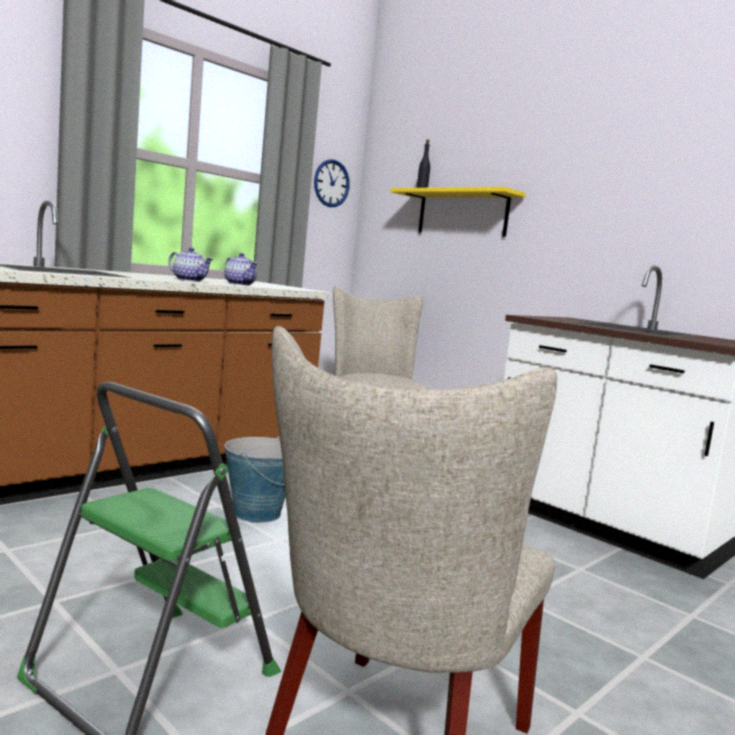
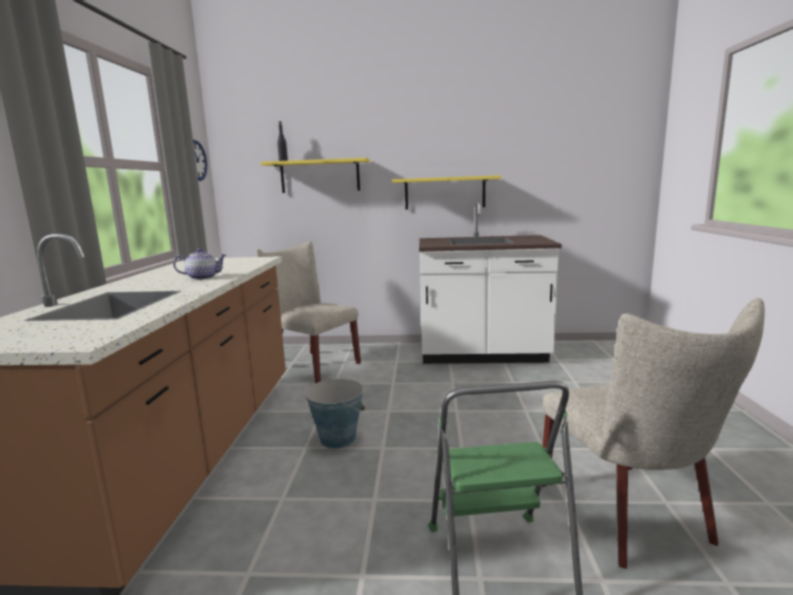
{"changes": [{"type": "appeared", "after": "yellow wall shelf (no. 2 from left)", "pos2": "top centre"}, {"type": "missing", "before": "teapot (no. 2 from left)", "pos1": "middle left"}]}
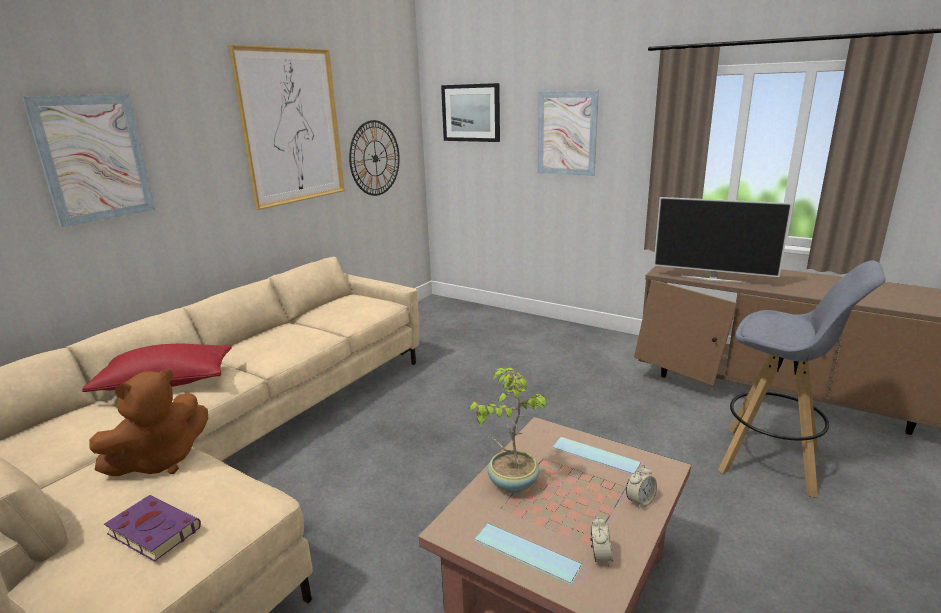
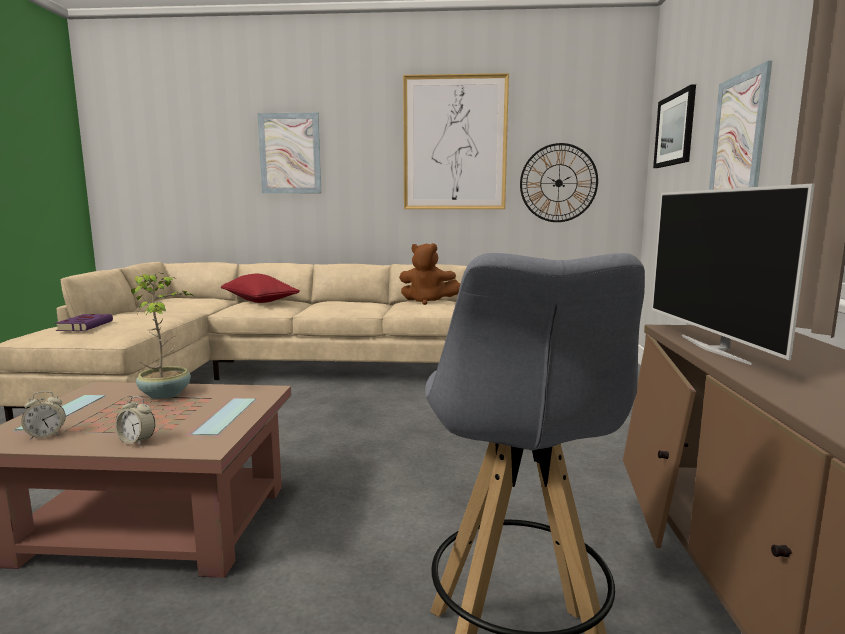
{"changes": [{"type": "relocated", "before": "brownish soft toy", "pos1": "bottom left", "pos2": "centre"}]}
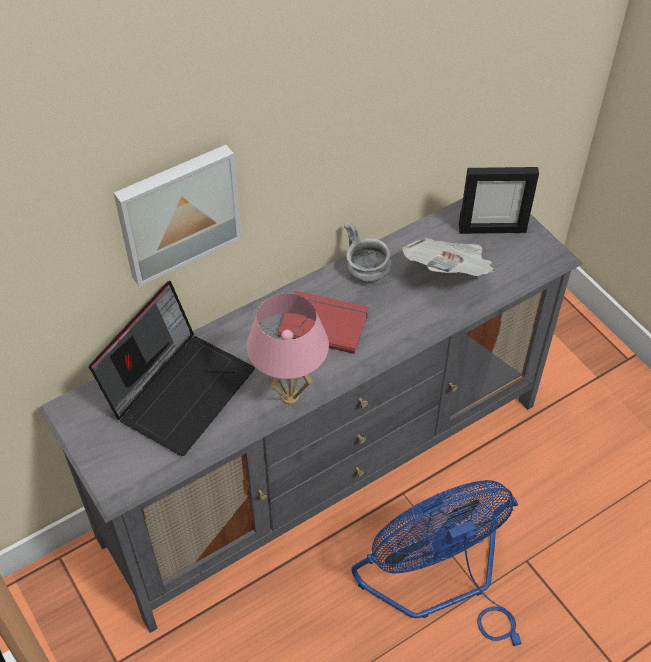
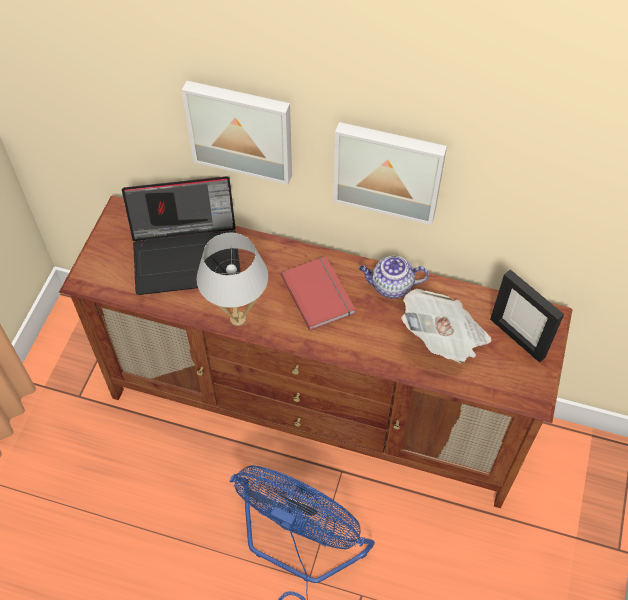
{"changes": [{"type": "colour", "before": "gray chest of drawers", "after": "brownish chest of drawers", "pos1": "centre", "pos2": "centre"}, {"type": "colour", "before": "pink table lamp", "after": "white table lamp", "pos1": "centre", "pos2": "centre"}, {"type": "appeared", "after": "wall picture (no. 2 from left)", "pos2": "top centre"}, {"type": "exchanged", "before": "gray bowl", "after": "teapot", "pos1": "centre", "pos2": "centre"}]}
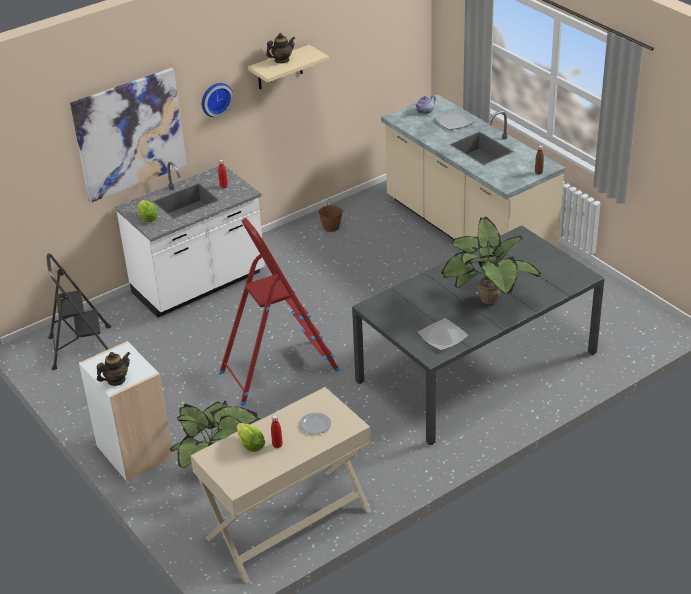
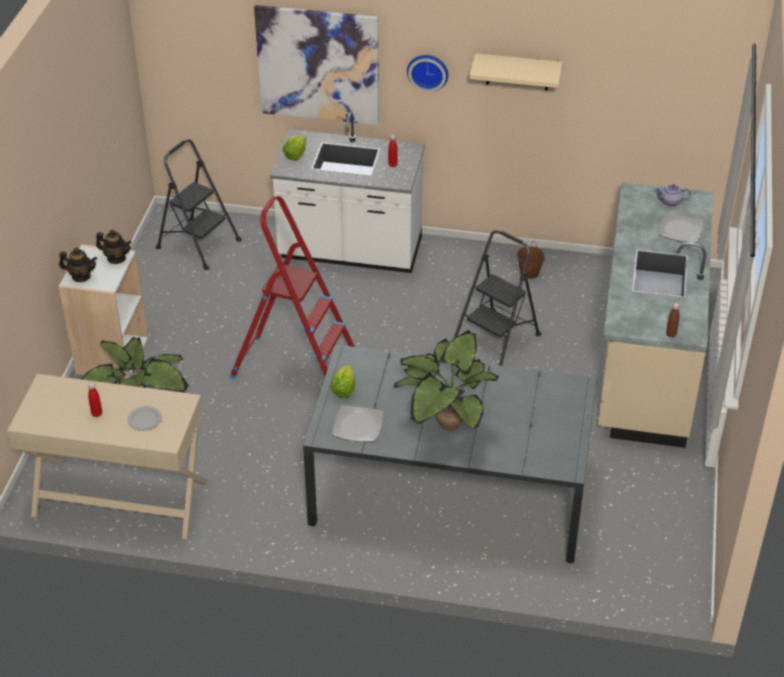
{"changes": [{"type": "relocated", "before": "teapot (no. 2 from left)", "pos1": "top centre", "pos2": "middle left"}, {"type": "relocated", "before": "lettuce (no. 2 from left)", "pos1": "bottom centre", "pos2": "centre"}, {"type": "appeared", "after": "blackish step ladder (no. 2 from left)", "pos2": "centre"}]}
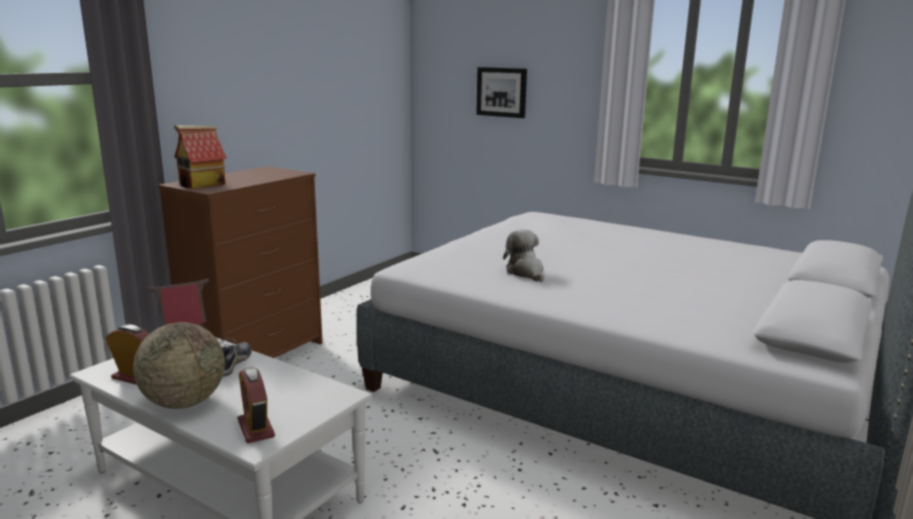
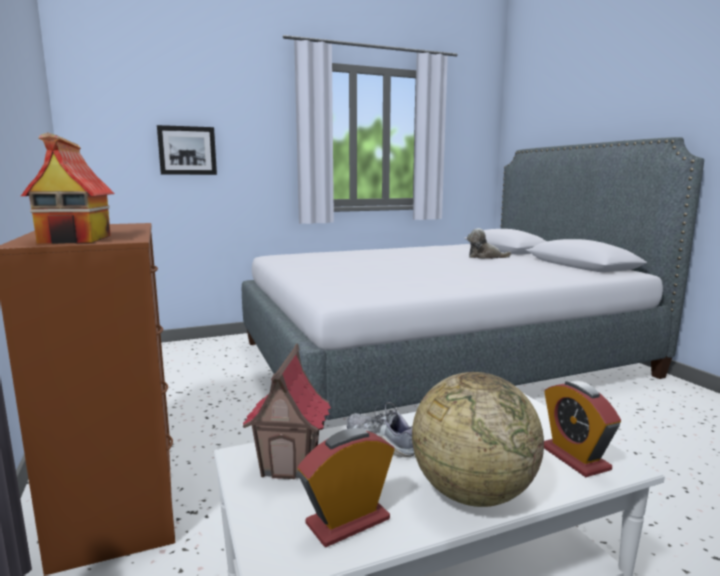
{"changes": [{"type": "relocated", "before": "soft toy", "pos1": "centre", "pos2": "middle right"}, {"type": "spun", "before": "alarm clock (no. 2 from left)", "pos1": "bottom left", "pos2": "bottom right", "turn": 60}]}
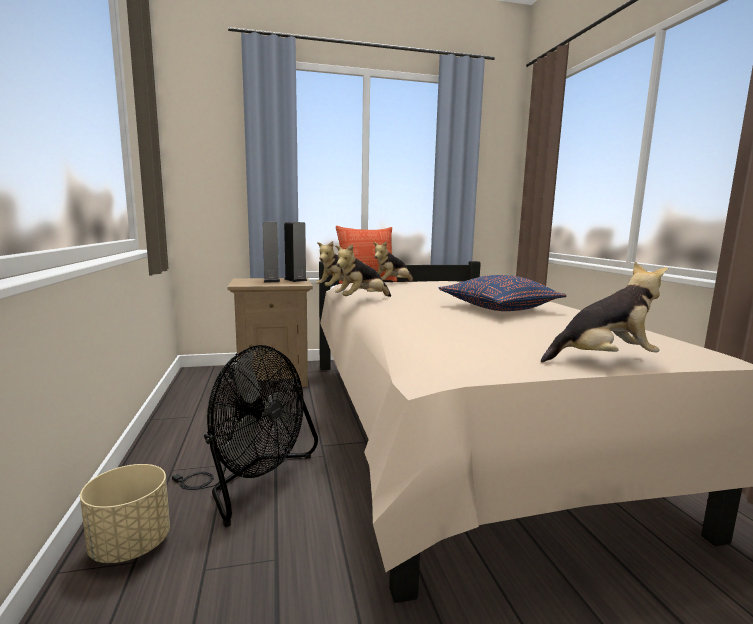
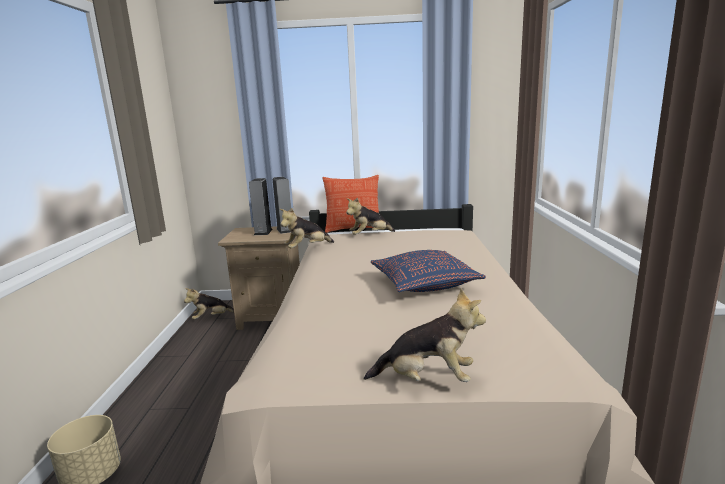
{"changes": [{"type": "relocated", "before": "soft toy (no. 2 from left in the first image)", "after": "soft toy (no. 1 from left)", "pos1": "centre", "pos2": "middle left"}, {"type": "missing", "before": "blackish cooling fan", "pos1": "bottom left"}]}
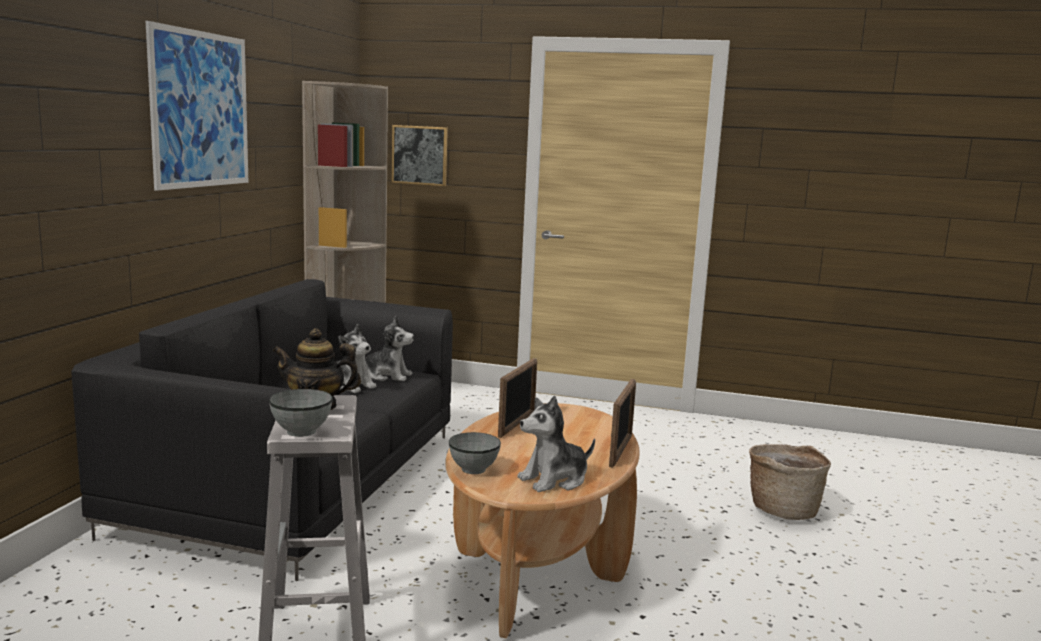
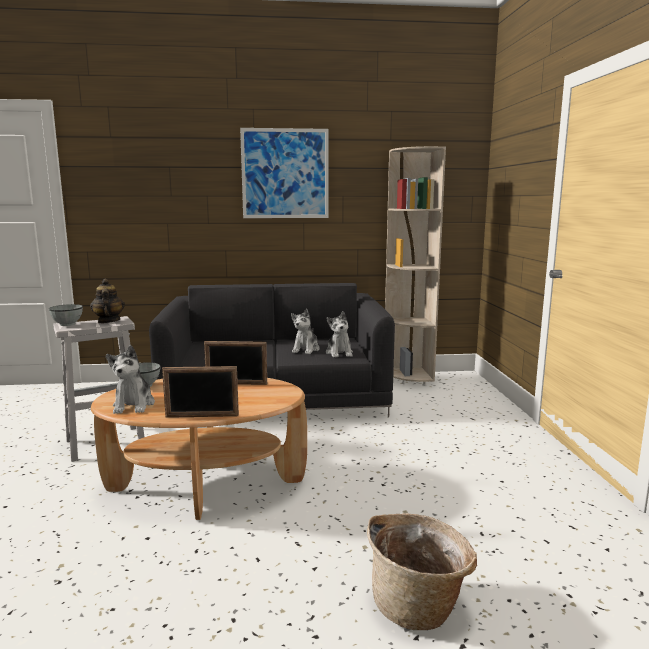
{"changes": [{"type": "spun", "before": "soft toy (no. 3 from left in the first image)", "pos1": "bottom centre", "pos2": "middle left", "turn": -135}, {"type": "missing", "before": "wall picture (no. 2 from left)", "pos1": "top centre"}]}
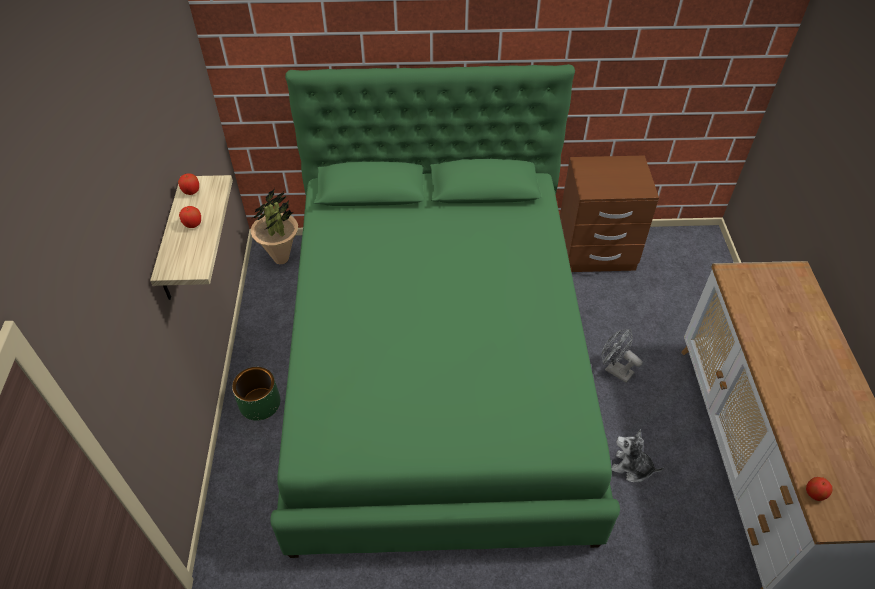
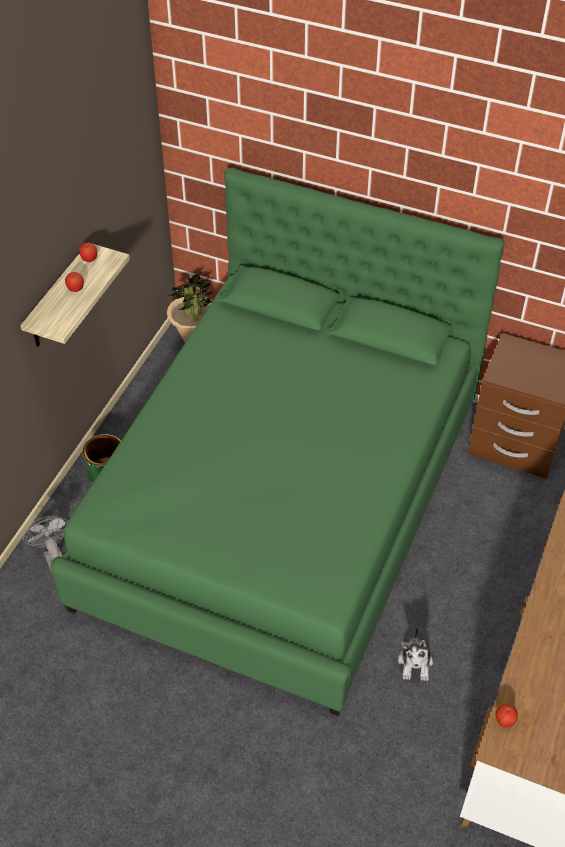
{"changes": [{"type": "relocated", "before": "gray cooling fan", "pos1": "middle right", "pos2": "middle left"}, {"type": "spun", "before": "soft toy", "pos1": "bottom right", "pos2": "bottom right", "turn": -135}]}
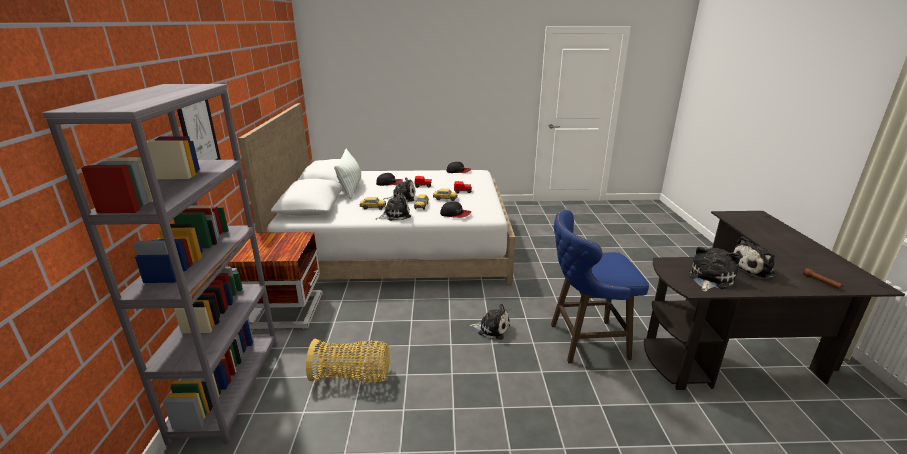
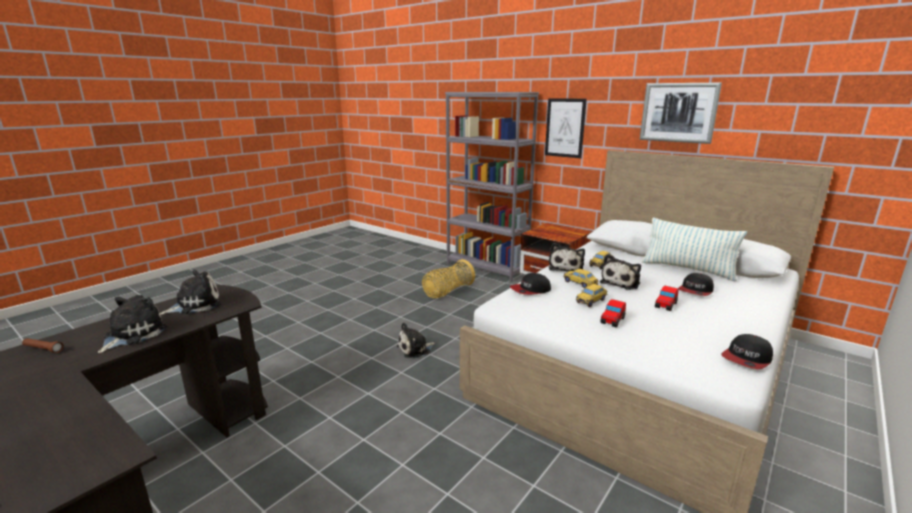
{"changes": [{"type": "spun", "before": "soft toy (no. 4 from left in the first image)", "pos1": "middle right", "pos2": "middle left", "turn": -120}, {"type": "appeared", "after": "wall picture (no. 2 from left)", "pos2": "top right"}, {"type": "missing", "before": "bluish sitting stool", "pos1": "centre"}]}
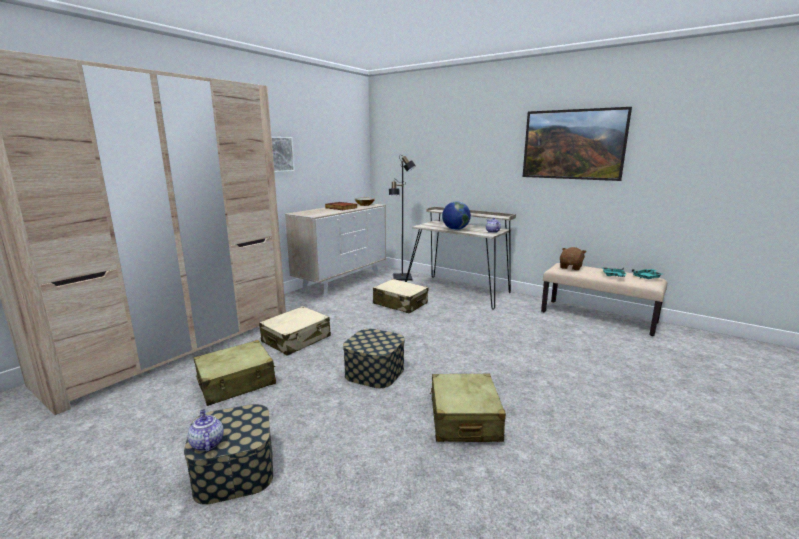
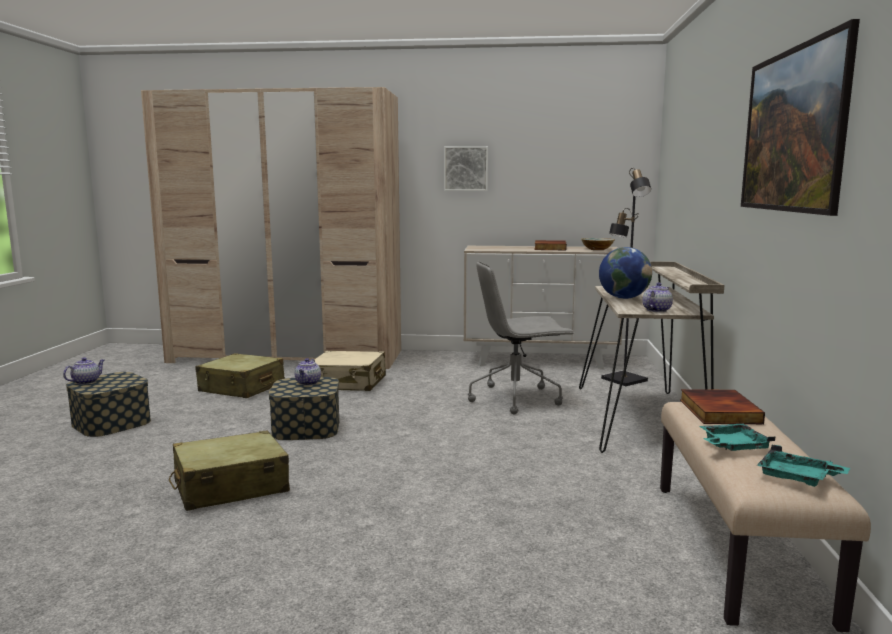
{"changes": [{"type": "appeared", "after": "teapot (no. 2 from left)", "pos2": "centre"}, {"type": "exchanged", "before": "beige-coloured travel case (no. 3 from left)", "after": "gray computer chair", "pos1": "centre", "pos2": "centre"}, {"type": "exchanged", "before": "brownish soft toy", "after": "volume (no. 2 from left)", "pos1": "middle right", "pos2": "middle right"}]}
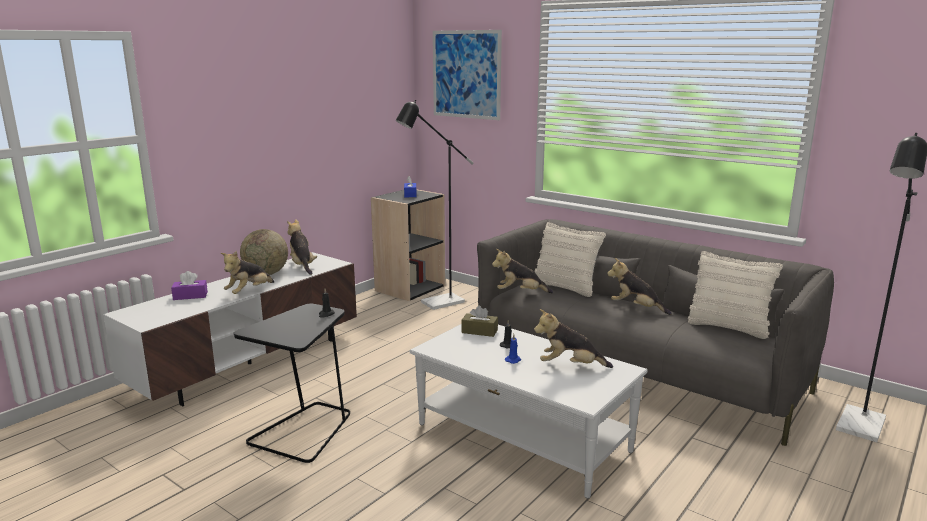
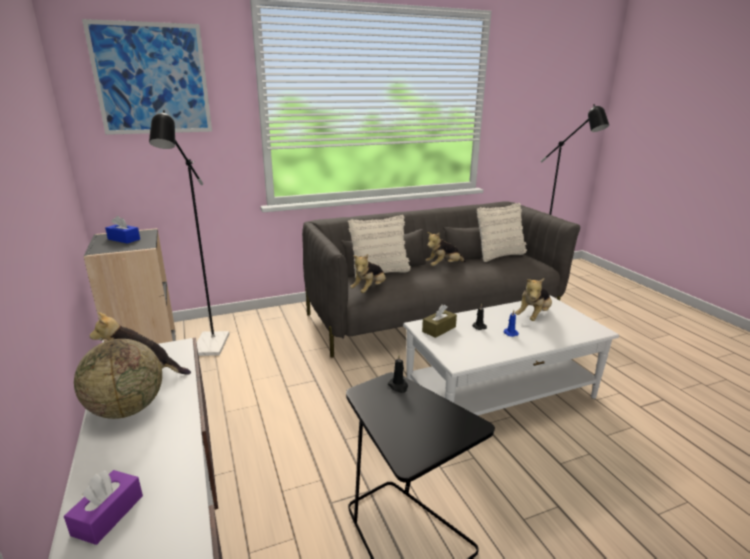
{"changes": [{"type": "missing", "before": "soft toy (no. 1 from left)", "pos1": "middle left"}]}
